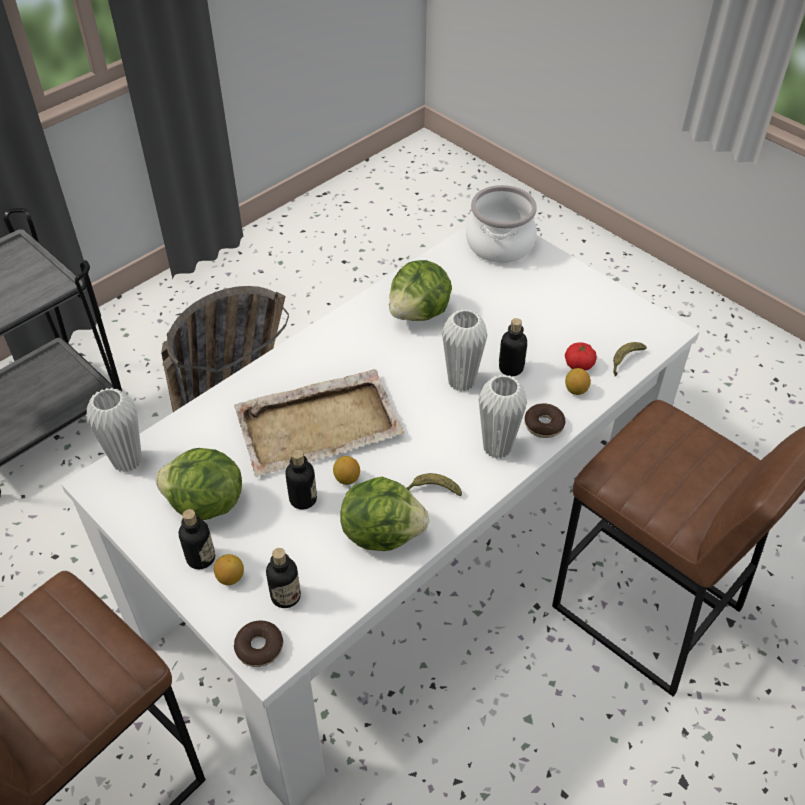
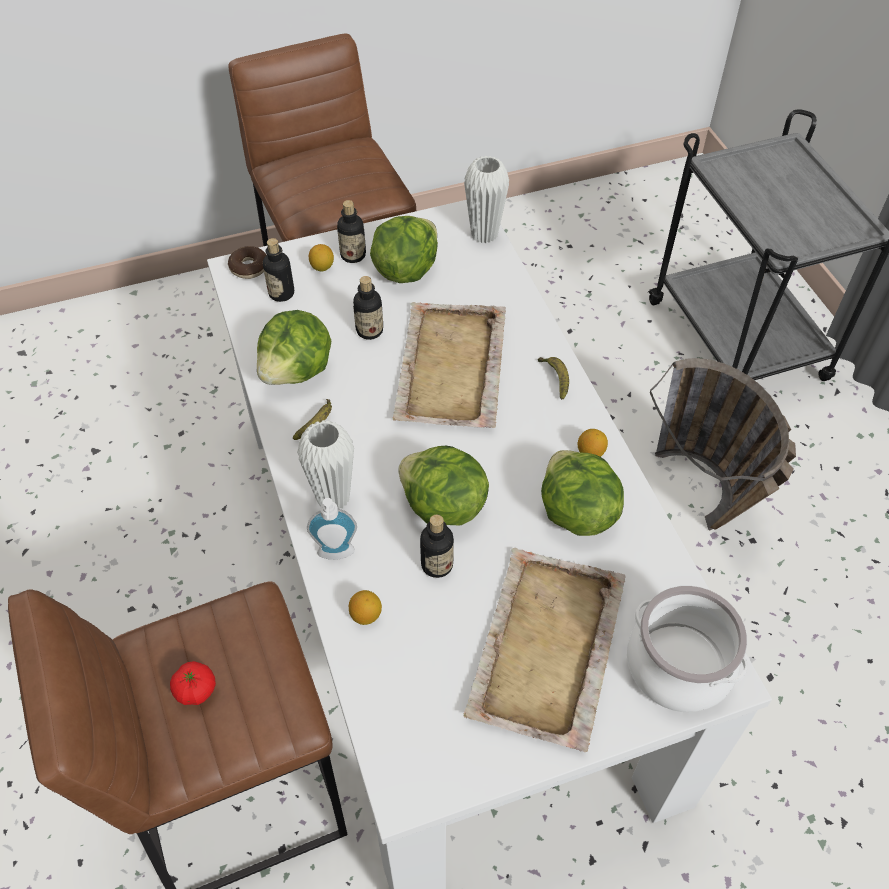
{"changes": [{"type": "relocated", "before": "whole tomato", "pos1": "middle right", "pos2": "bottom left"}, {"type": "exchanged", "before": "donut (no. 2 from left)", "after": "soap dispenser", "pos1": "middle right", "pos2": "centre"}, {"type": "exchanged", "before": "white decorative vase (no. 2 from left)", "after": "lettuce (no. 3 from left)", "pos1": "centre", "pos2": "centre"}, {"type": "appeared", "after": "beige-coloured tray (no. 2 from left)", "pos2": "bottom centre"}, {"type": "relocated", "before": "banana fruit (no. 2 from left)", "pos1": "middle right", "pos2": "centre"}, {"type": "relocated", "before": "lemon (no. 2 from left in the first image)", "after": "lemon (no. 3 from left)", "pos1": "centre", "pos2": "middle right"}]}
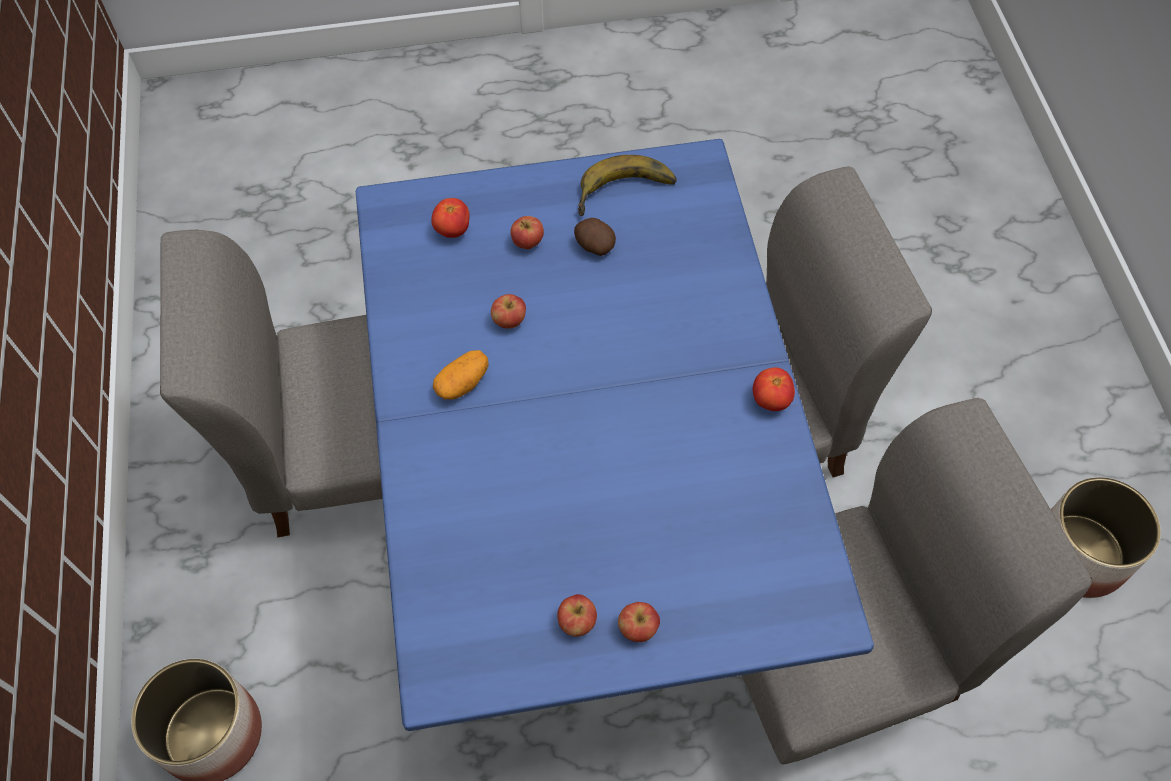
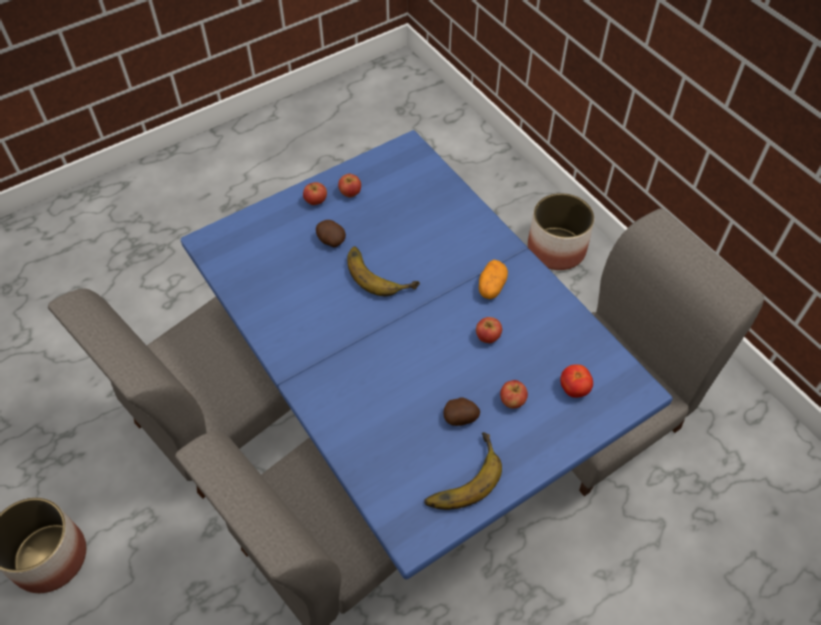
{"changes": [{"type": "appeared", "after": "spud (no. 1 from left)", "pos2": "centre"}, {"type": "appeared", "after": "banana fruit (no. 1 from left)", "pos2": "centre"}, {"type": "missing", "before": "whole tomato (no. 2 from left)", "pos1": "centre"}]}
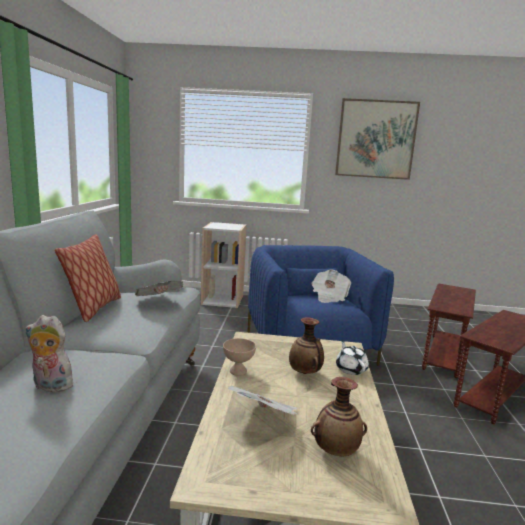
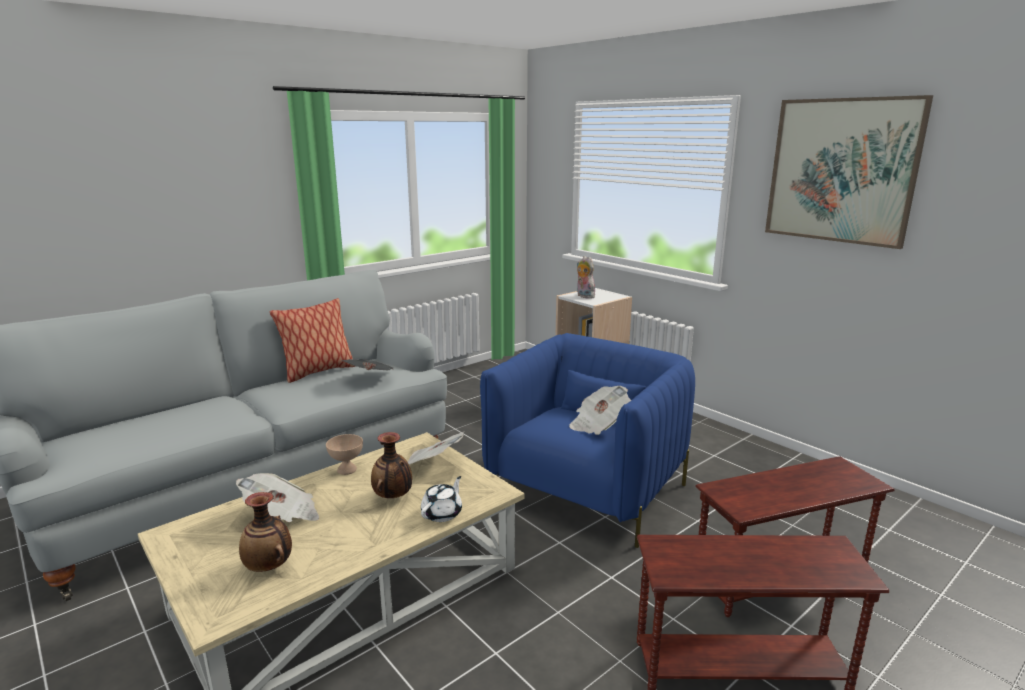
{"changes": [{"type": "appeared", "after": "printed paper (no. 3 from left)", "pos2": "centre"}, {"type": "relocated", "before": "soft toy", "pos1": "bottom left", "pos2": "centre"}]}
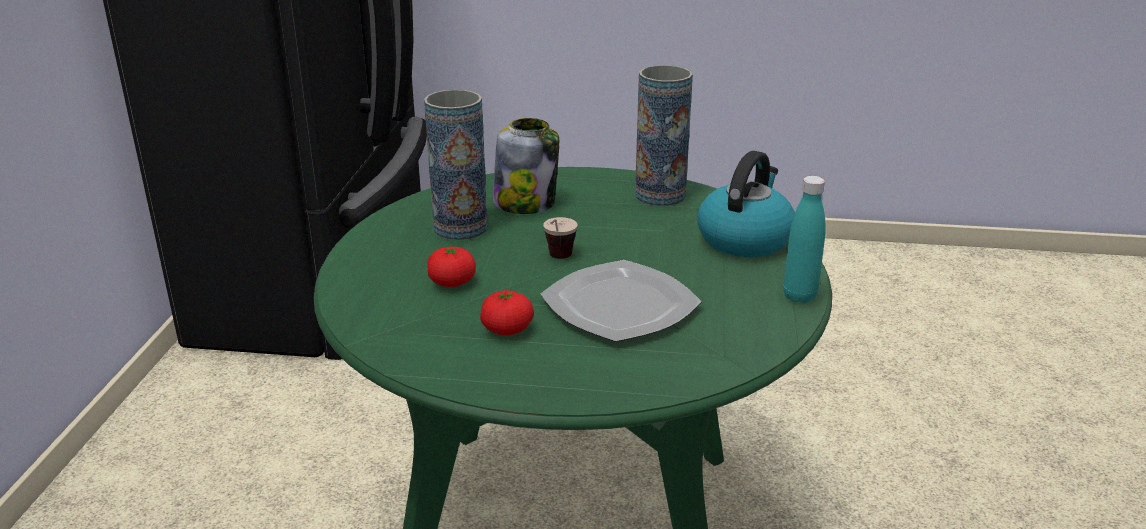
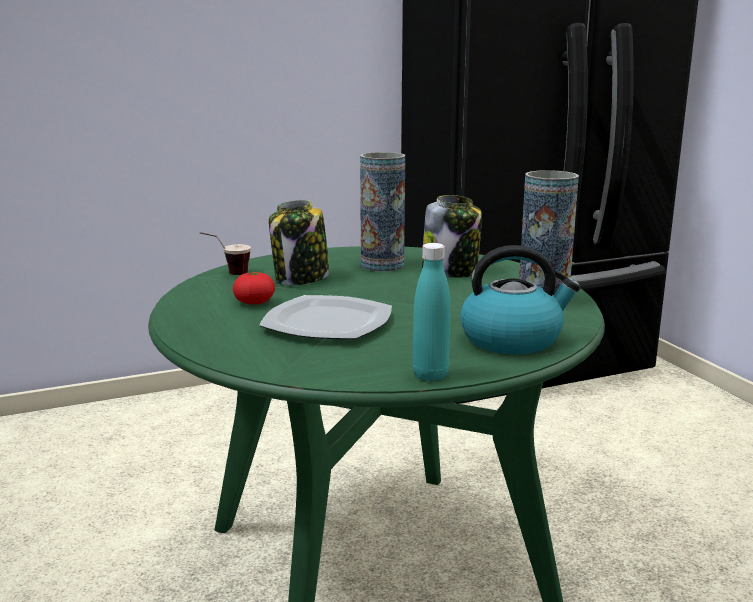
{"changes": [{"type": "relocated", "before": "drinking cup", "pos1": "centre", "pos2": "middle left"}, {"type": "exchanged", "before": "whole tomato (no. 1 from left)", "after": "preserve jar (no. 1 from left)", "pos1": "centre", "pos2": "centre"}]}
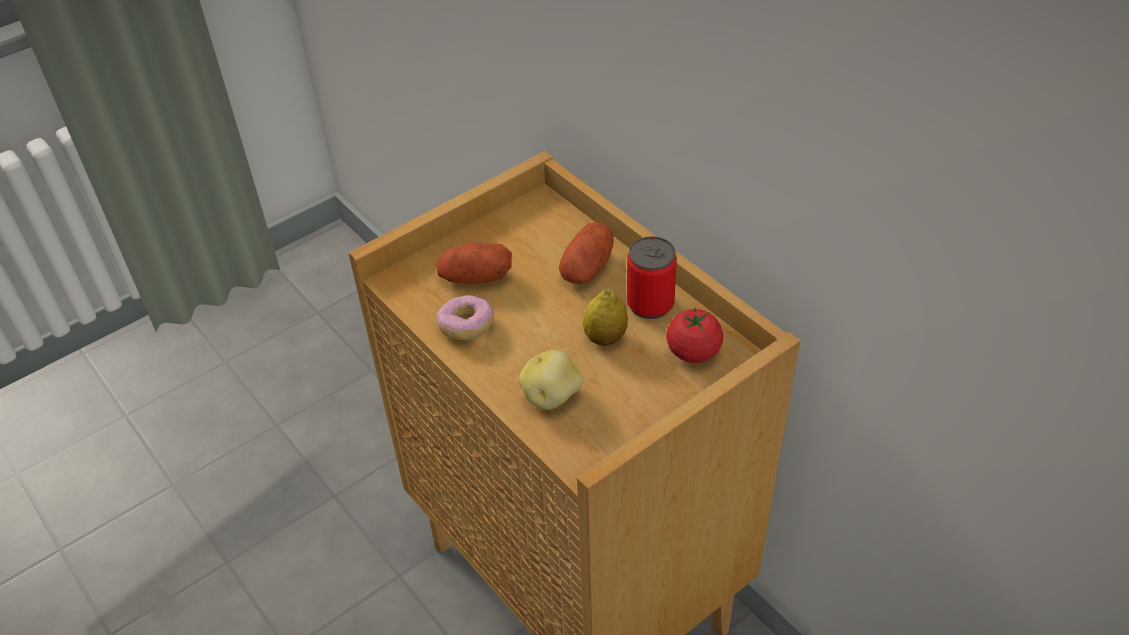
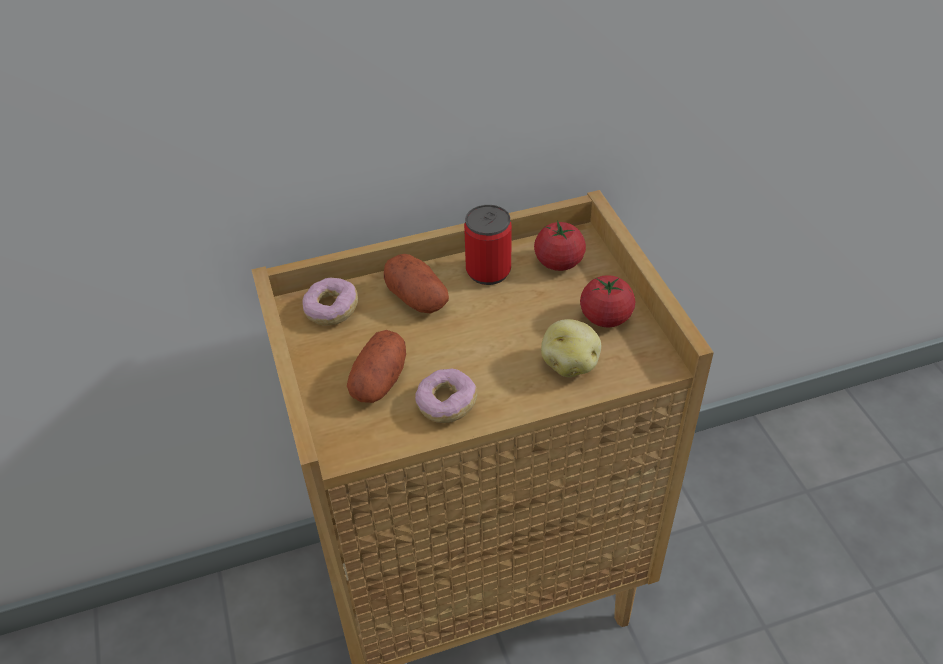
{"changes": [{"type": "appeared", "after": "donut (no. 1 from left)", "pos2": "centre"}, {"type": "appeared", "after": "whole tomato (no. 2 from left)", "pos2": "centre"}, {"type": "missing", "before": "lemon", "pos1": "centre"}]}
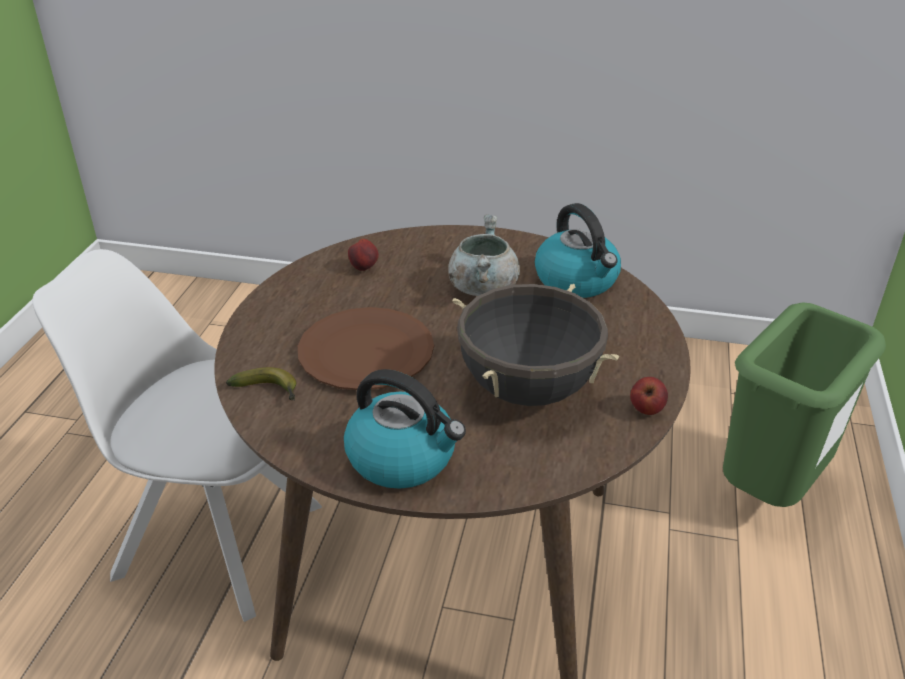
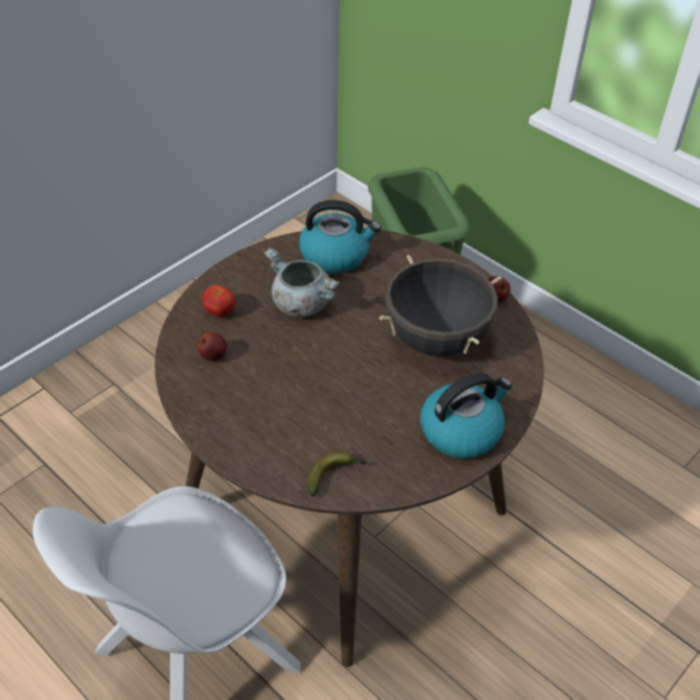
{"changes": [{"type": "appeared", "after": "whole tomato", "pos2": "middle left"}, {"type": "missing", "before": "brownish dinner plate", "pos1": "centre"}]}
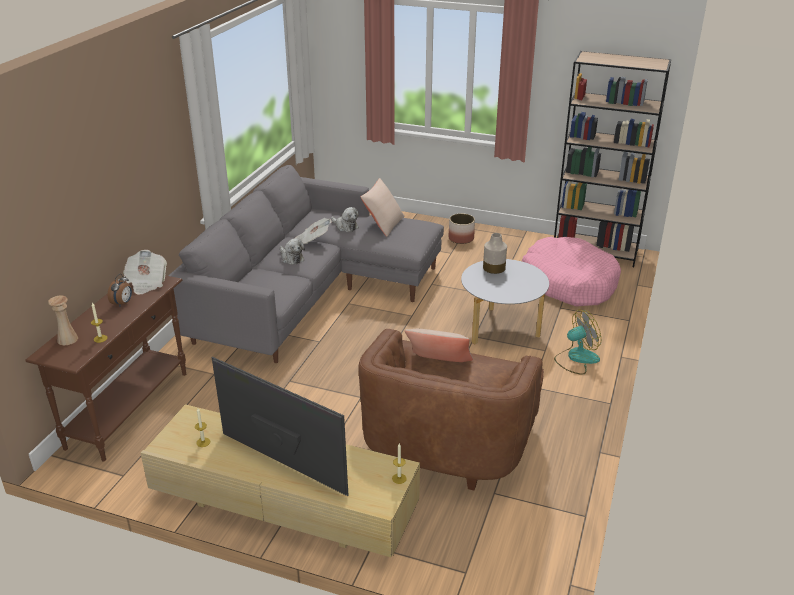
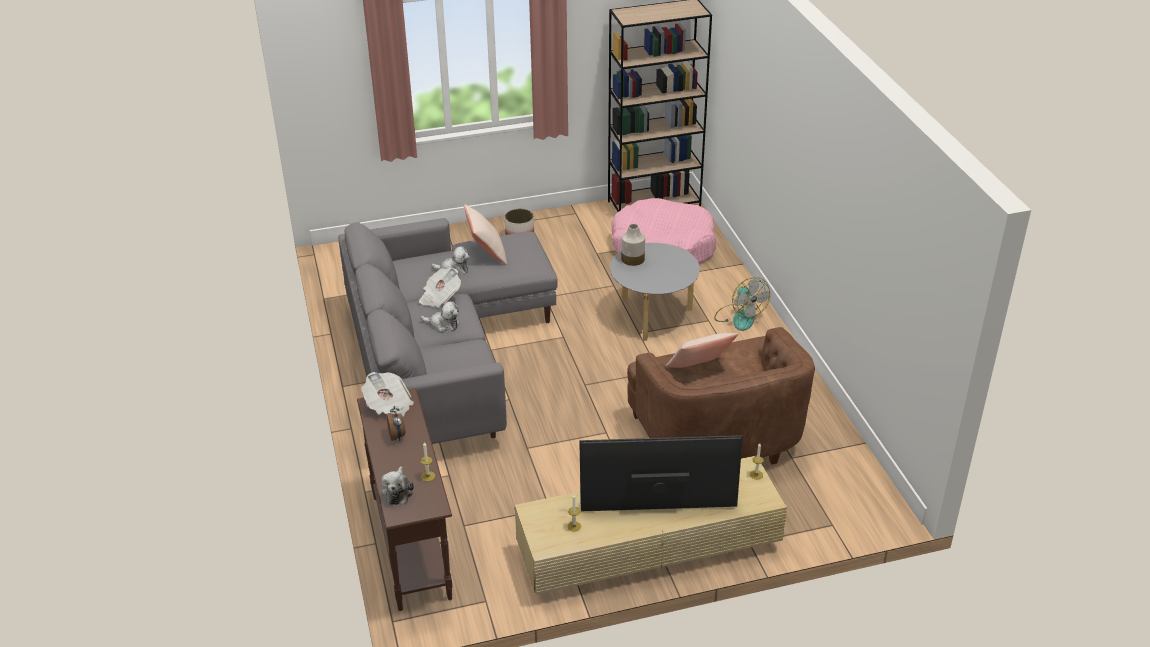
{"changes": [{"type": "exchanged", "before": "beige-coloured decorative vase (no. 1 from left)", "after": "soft toy (no. 1 from left)", "pos1": "middle left", "pos2": "bottom centre"}, {"type": "spun", "before": "cooling fan", "pos1": "middle right", "pos2": "centre", "turn": 120}]}
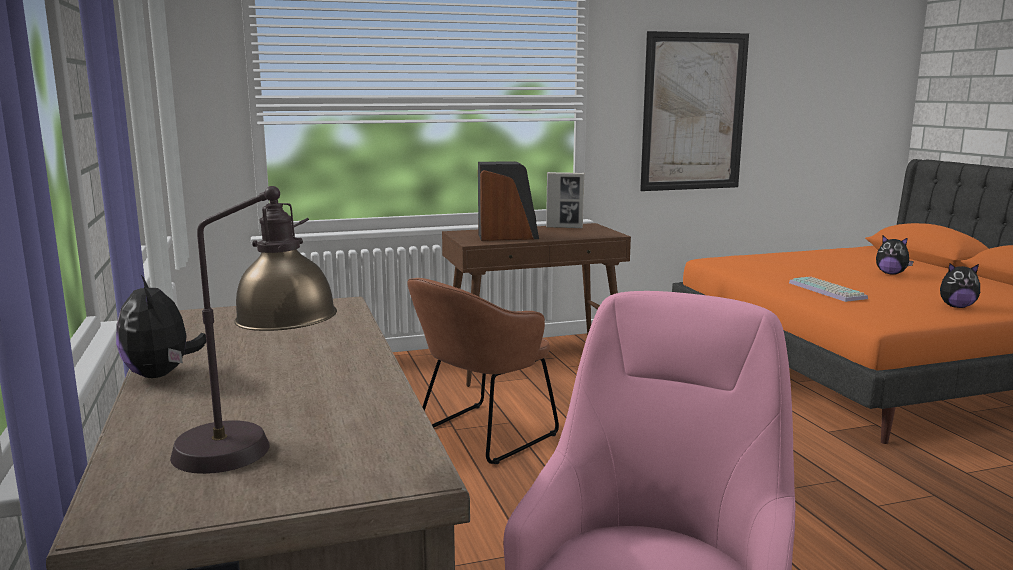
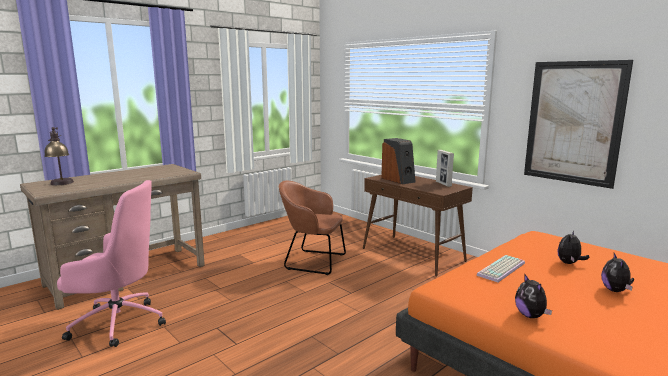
{"changes": [{"type": "relocated", "before": "soft toy (no. 1 from left in the first image)", "after": "soft toy (no. 2 from left)", "pos1": "middle left", "pos2": "middle right"}]}
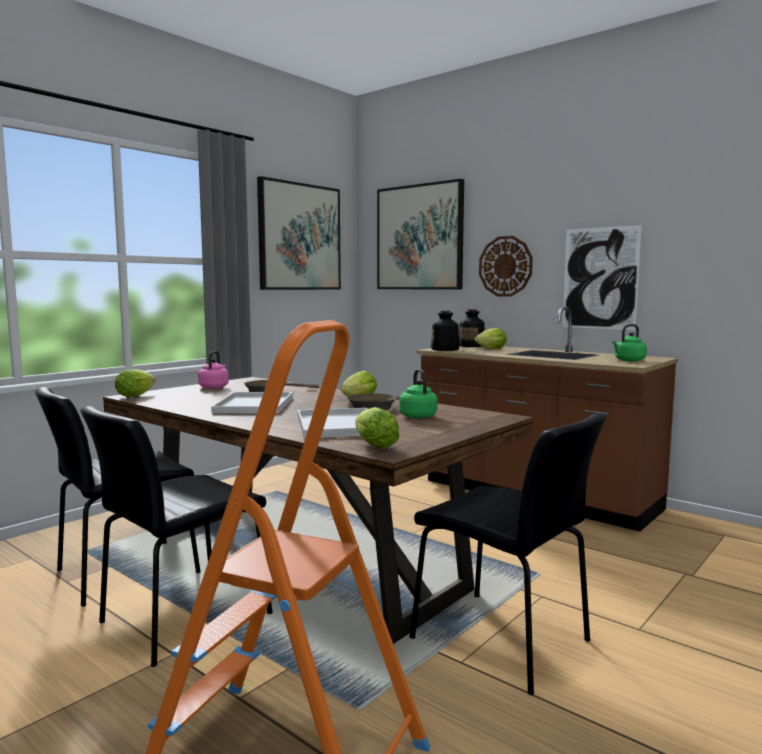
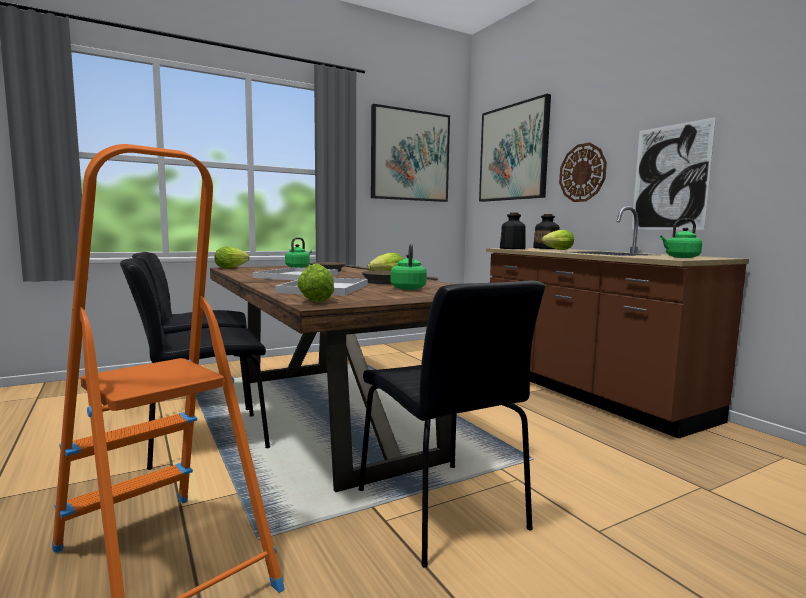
{"changes": [{"type": "colour", "before": "pink kettle", "after": "green-coloured kettle (no. 1 from left)", "pos1": "middle left", "pos2": "centre"}]}
